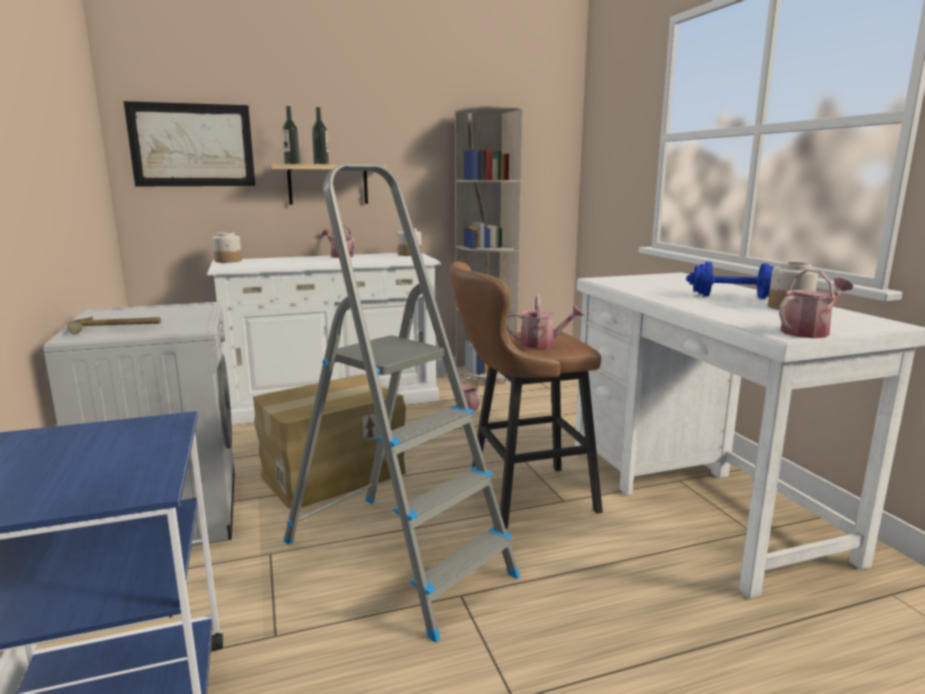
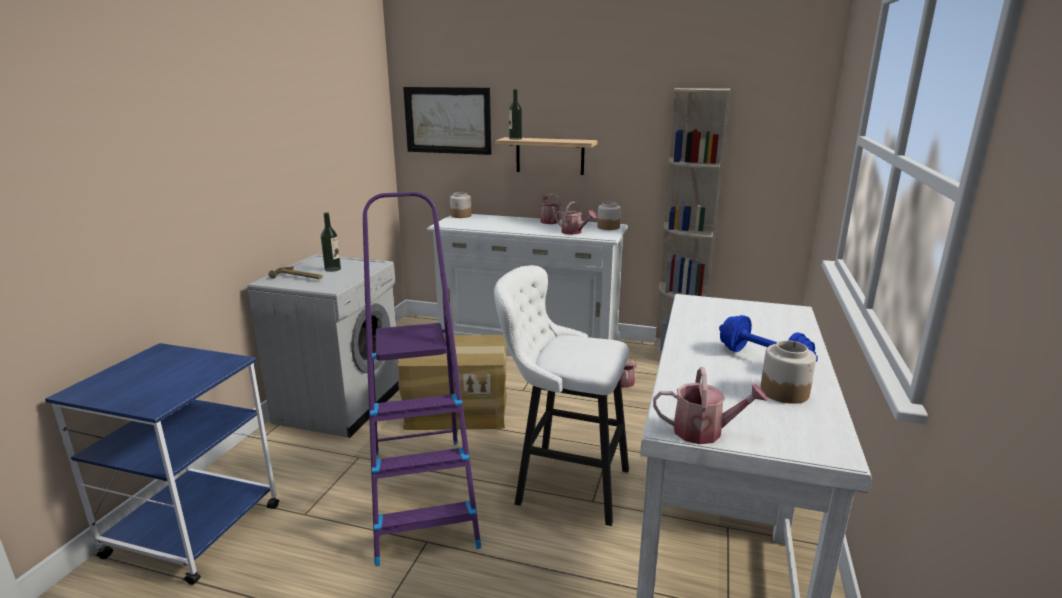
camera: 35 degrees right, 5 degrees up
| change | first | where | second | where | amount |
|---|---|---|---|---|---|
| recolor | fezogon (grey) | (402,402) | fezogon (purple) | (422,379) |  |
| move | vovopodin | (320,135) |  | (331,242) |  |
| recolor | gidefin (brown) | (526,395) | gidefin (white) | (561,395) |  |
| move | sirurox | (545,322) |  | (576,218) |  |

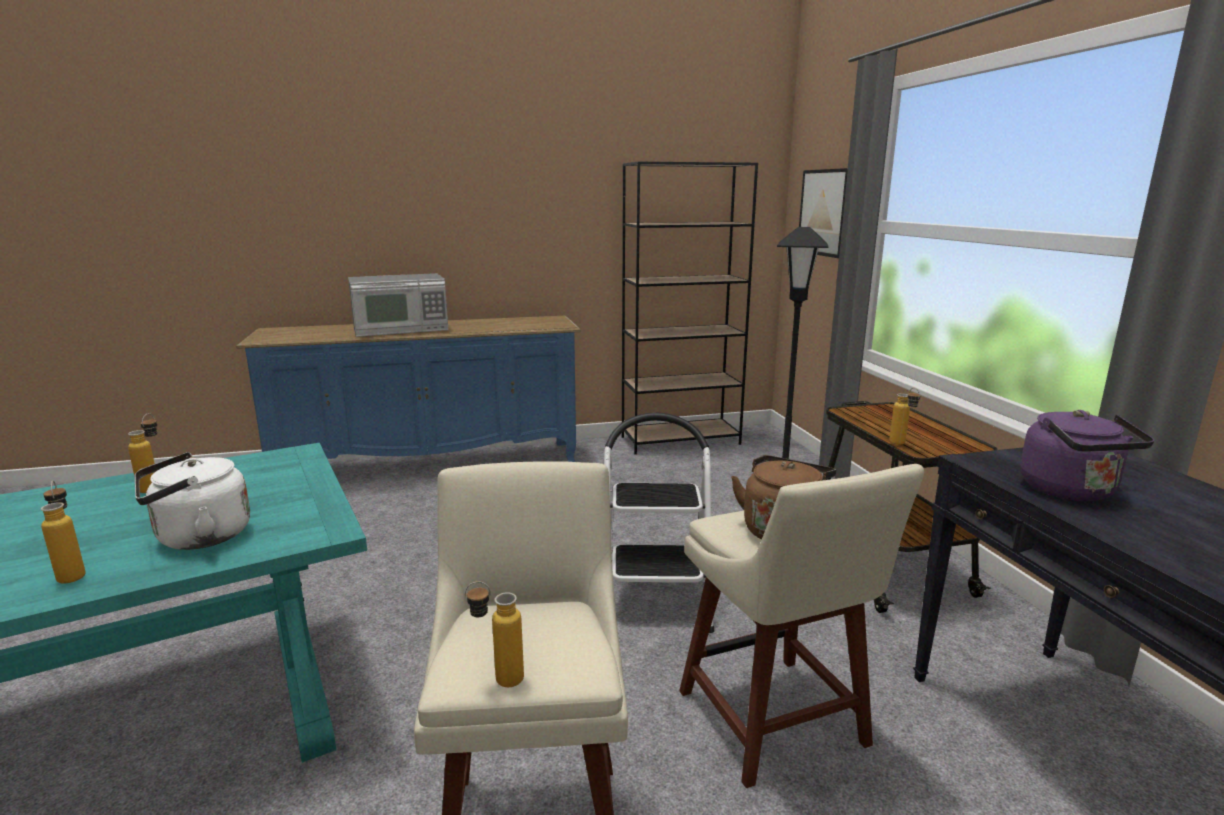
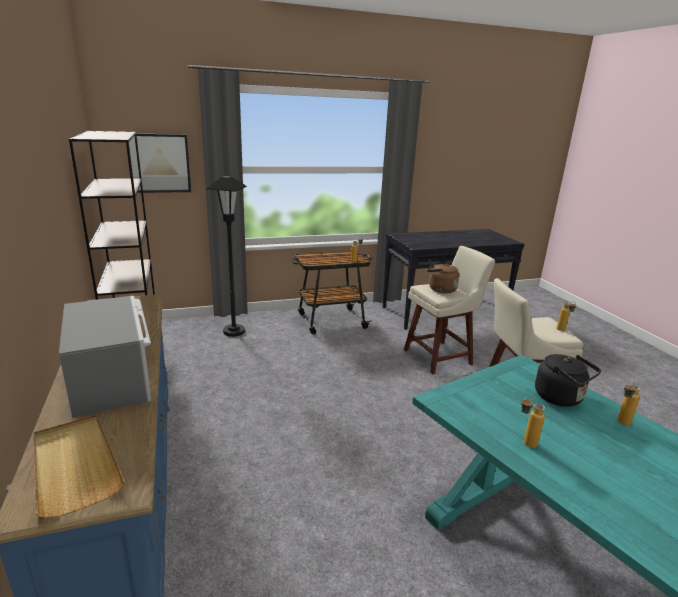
camera: 95 degrees left, 5 degrees up
| change | first | where | second | where | amount |
|---|---|---|---|---|---|
| recolor | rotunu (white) | (192,501) | rotunu (black) | (568,380) |  |
| delete | fezogon | (659,522) |  |  |  |
| delete | rotunu (purple) | (1087,455) |  |  |  |
| insert |  |  | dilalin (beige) | (79,466) |  |

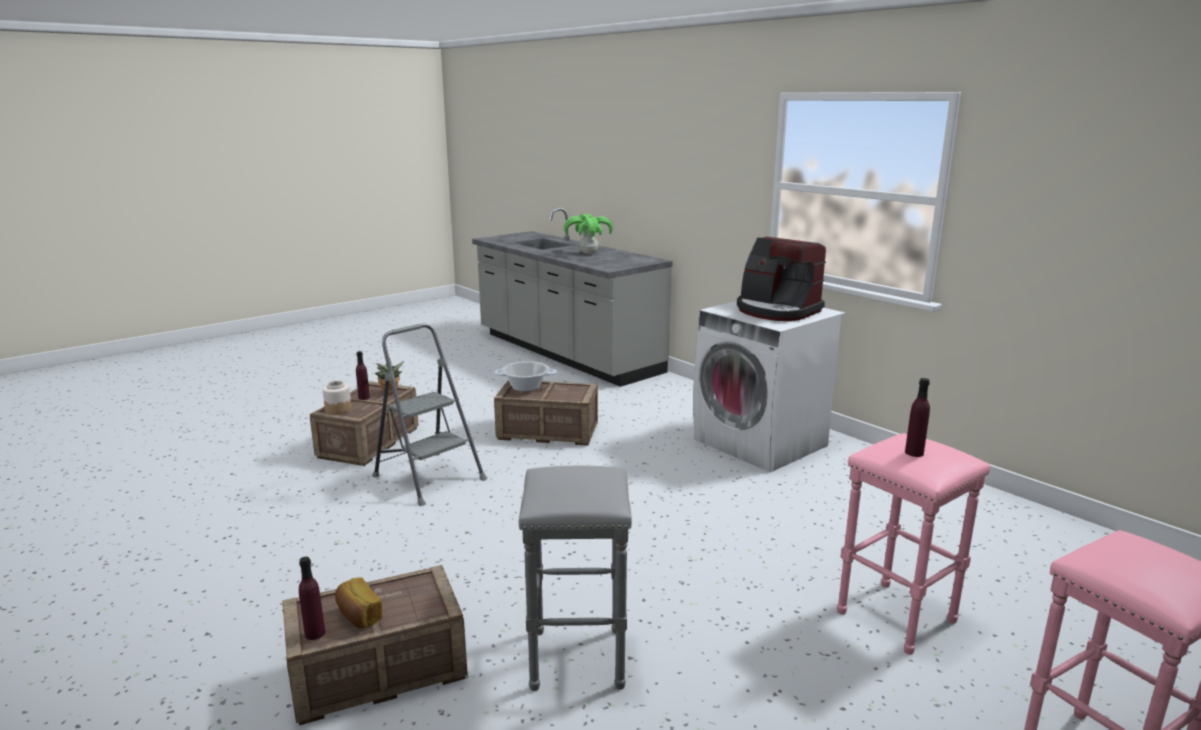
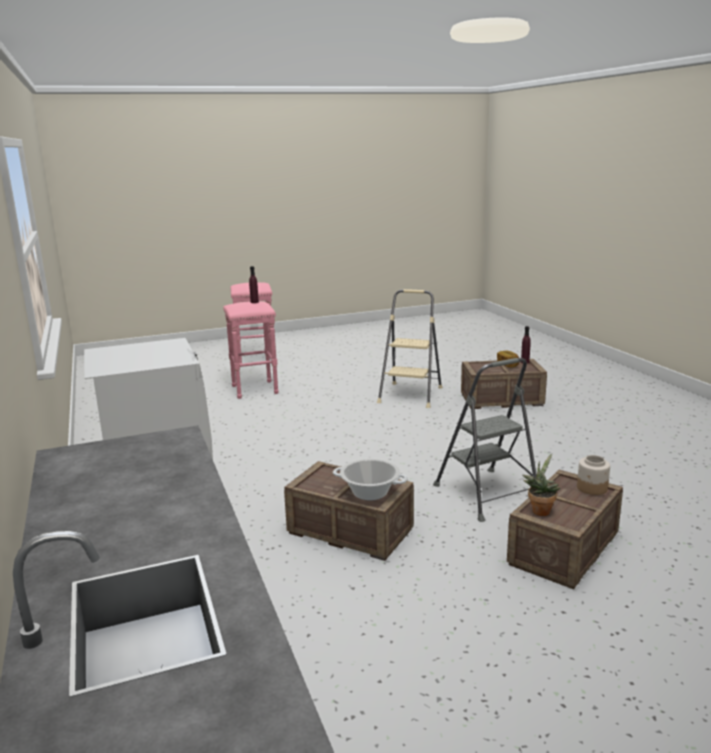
camera: 160 degrees left, 0 degrees up
| change | first | where | second | where | amount |
|---|---|---|---|---|---|
| delete | vovopodin (purple) | (363,375) |  |  |  |
| replace | gidefin (grey) | (575,578) | fezogon (beige) | (410,348) |  |
| delete | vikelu | (588,234) |  |  |  |
| delete | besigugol | (781,279) |  |  |  |

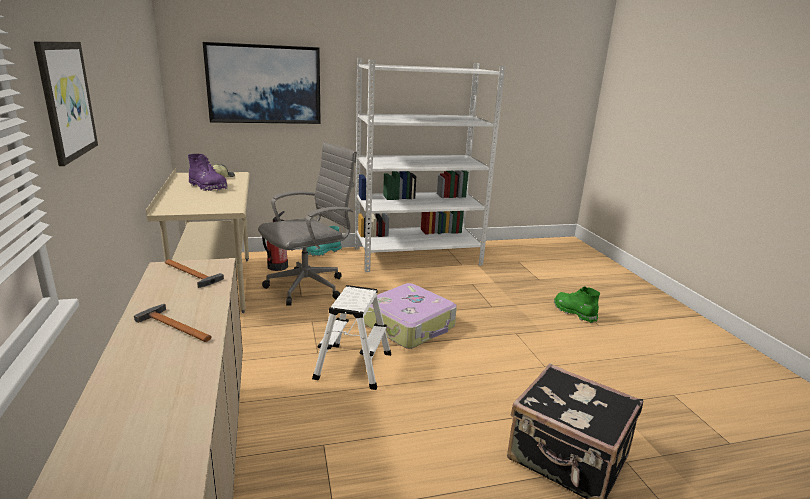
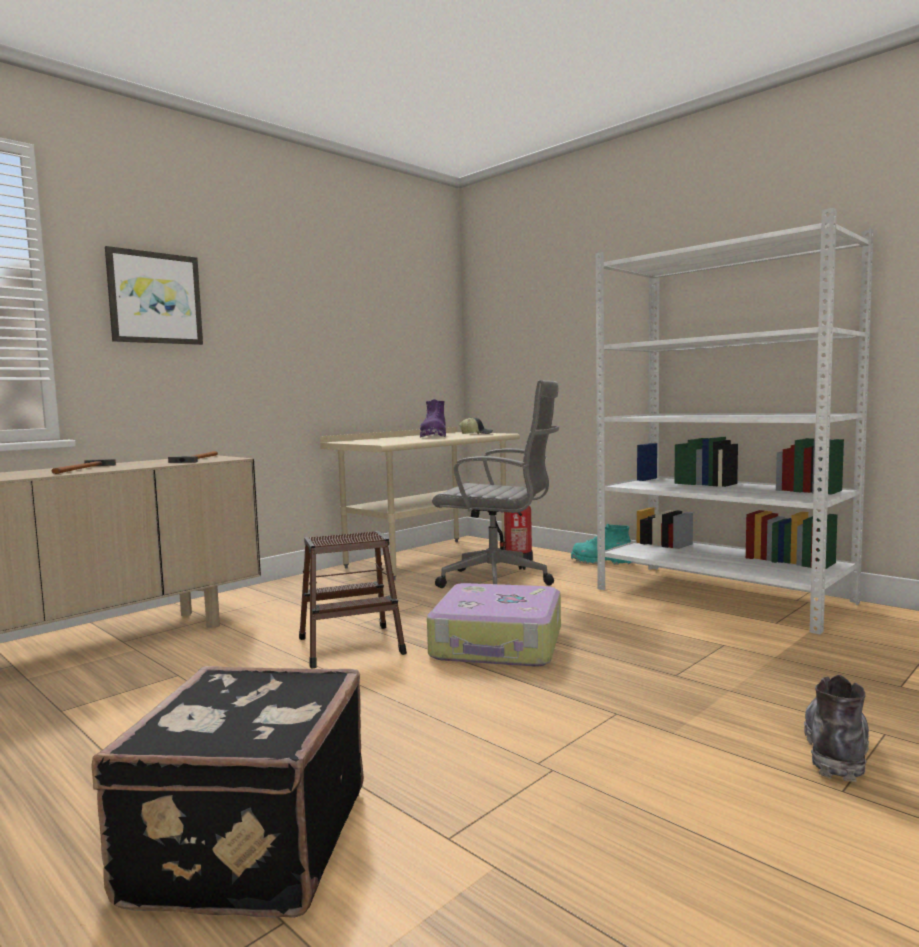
camera: 60 degrees right, 15 degrees down
| change | first | where | second | where | amount |
|---|---|---|---|---|---|
| delete | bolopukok | (262,83) |  |  |  |
| recolor | fezogon (white) | (351,337) | fezogon (brown) | (353,599) |  |
| recolor | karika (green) | (577,304) | karika (grey) | (836,728) |  |

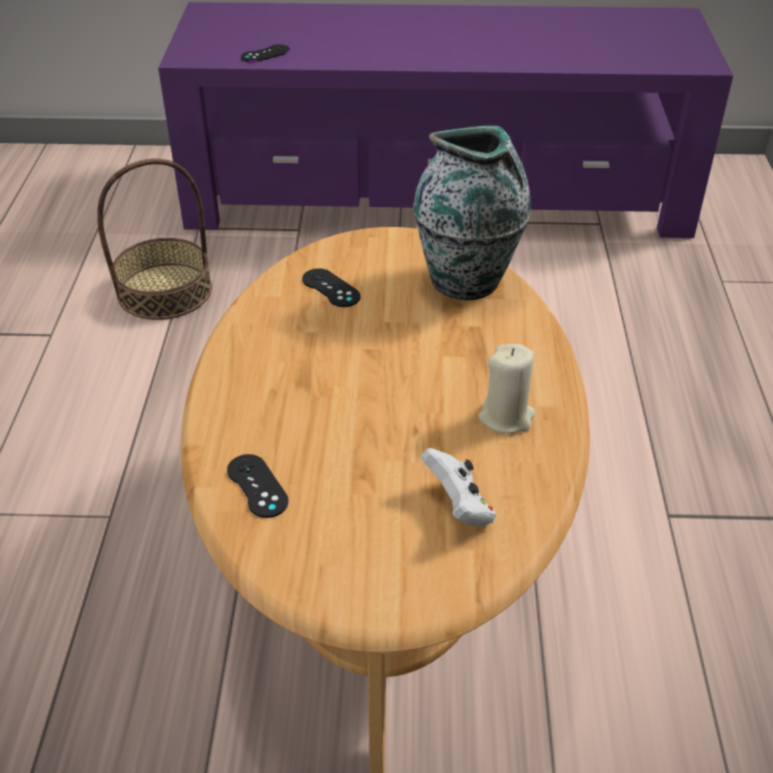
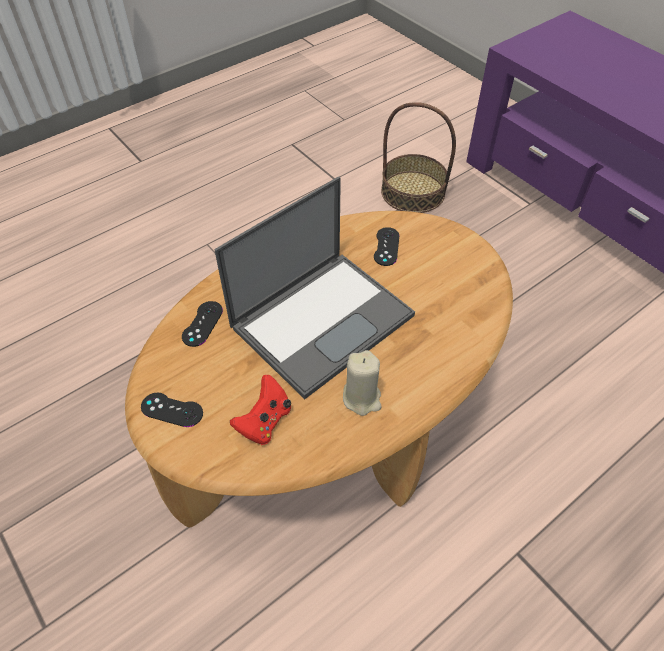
camera: 50 degrees right, 10 degrees up
| change | first | where | second | where | amount |
|---|---|---|---|---|---|
| move | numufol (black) | (265,53) |  | (172,410) |  |
| delete | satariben | (472,212) |  |  |  |
| recolor | numufol (white) | (458,487) | numufol (red) | (260,410) |  |
| insert |  |  | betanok | (314,287) |  |

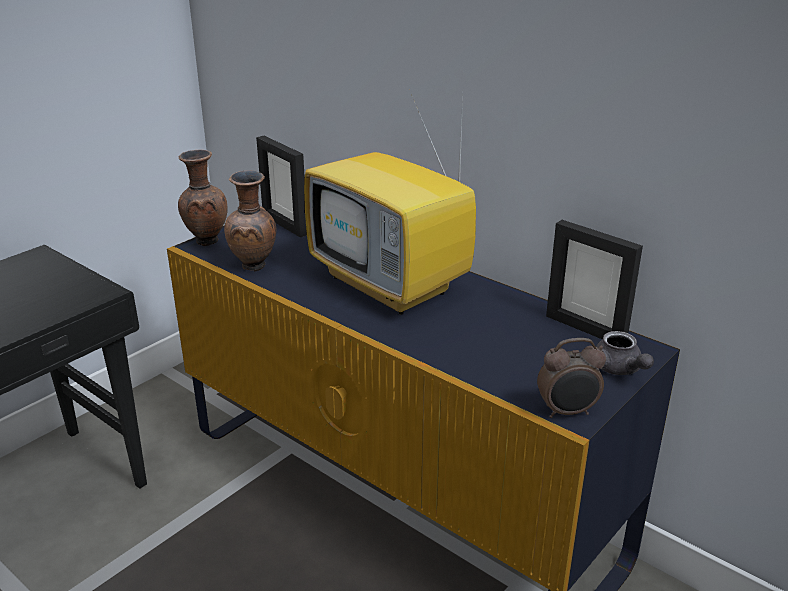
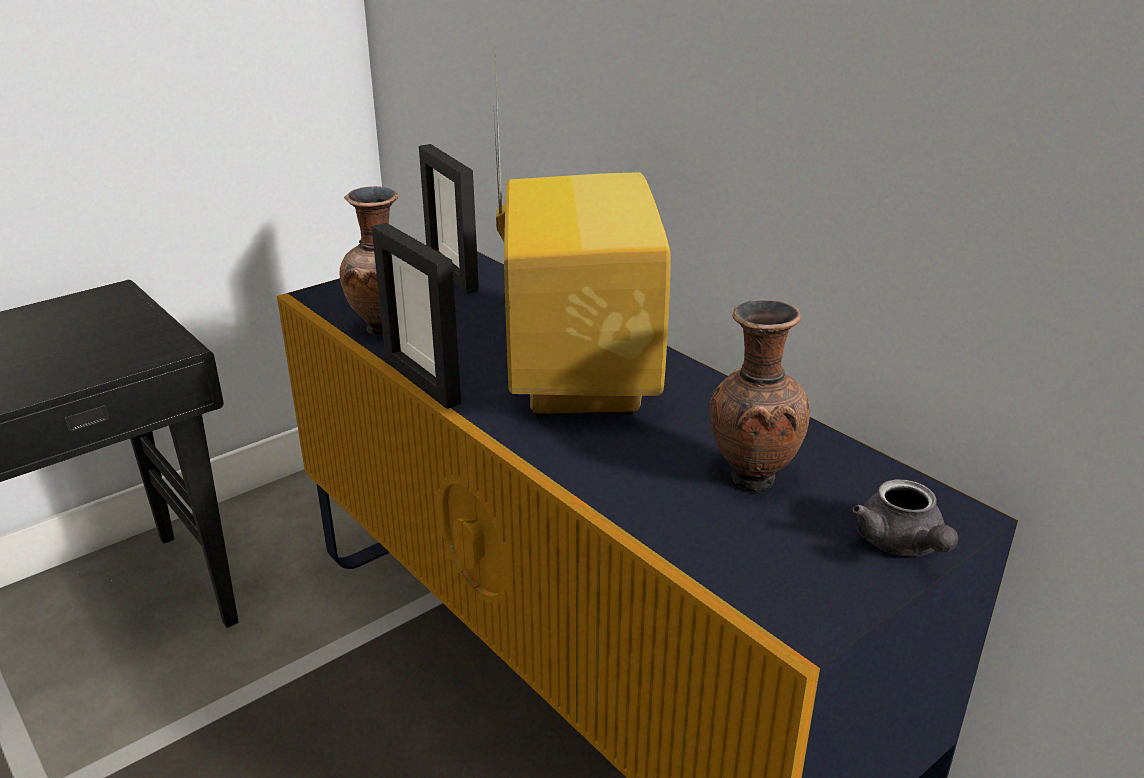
camera: 10 degrees right, 0 degrees up
| change | first | where | second | where | amount |
|---|---|---|---|---|---|
| move | satariben (brown) | (202,198) |  | (759,395) |  |
| rotate | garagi | (390,204) |  | (582,239) | 150 degrees counterclockwise |
| delete | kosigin | (571,378) |  |  |  |
| move | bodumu | (594,279) |  | (416,316) |  |

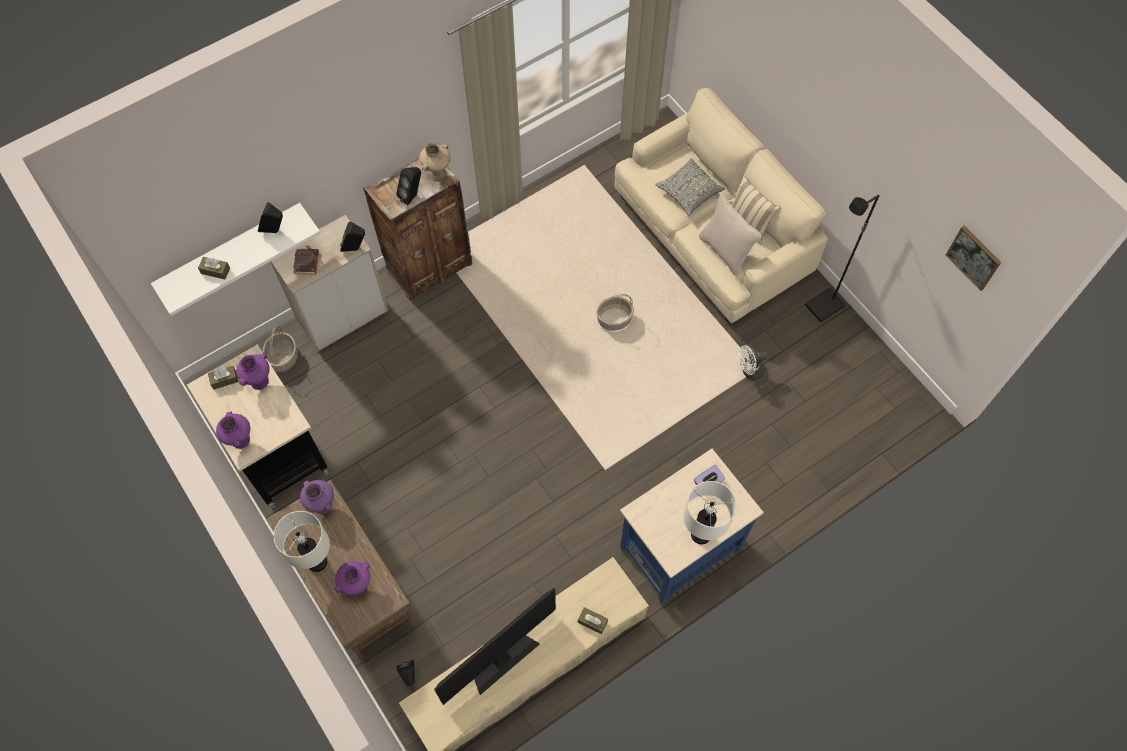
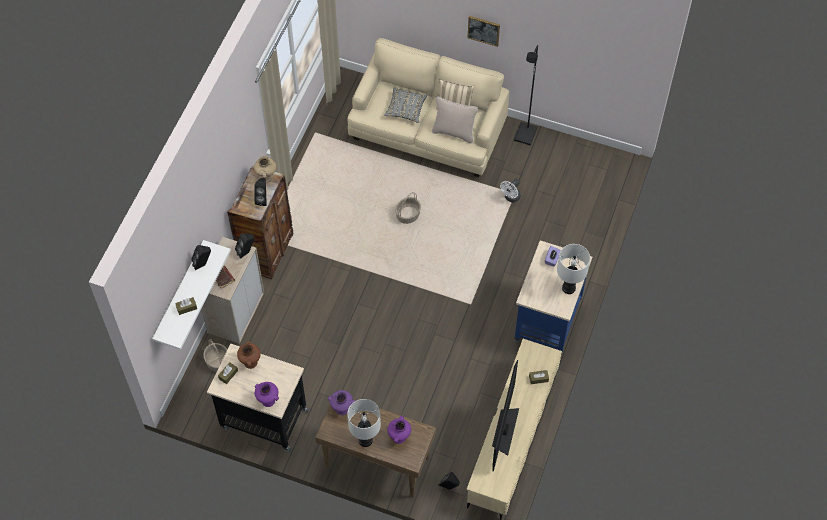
camera: 35 degrees left, 5 degrees down
| change | first | where | second | where | amount |
|---|---|---|---|---|---|
| recolor | satariben (purple) | (253,371) | satariben (brown) | (249,355) |  |
| move | bolopukok | (973,258) |  | (484,31) |  |

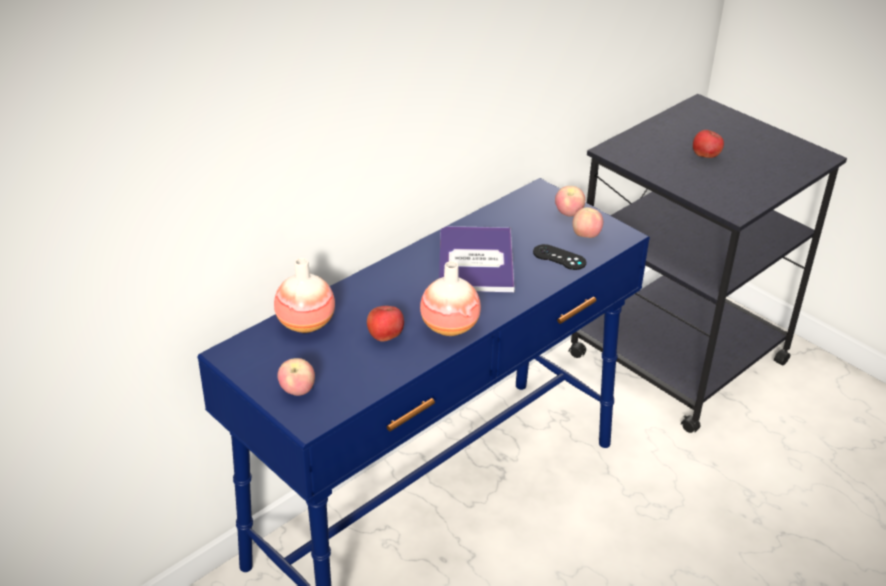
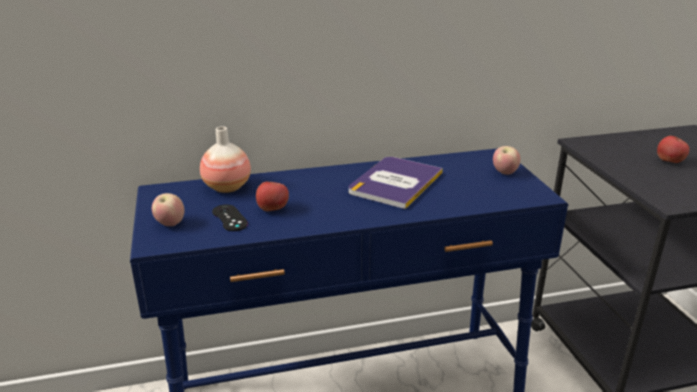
camera: 30 degrees right, 10 degrees down
| change | first | where | second | where | amount |
|---|---|---|---|---|---|
| delete | satariben | (450,298) |  |  |  |
| move | numufol (black) | (559,257) |  | (230,217) |  |
| delete | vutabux | (587,222) |  |  |  |

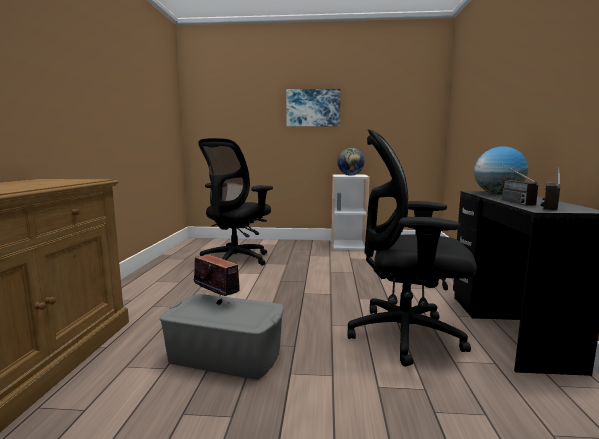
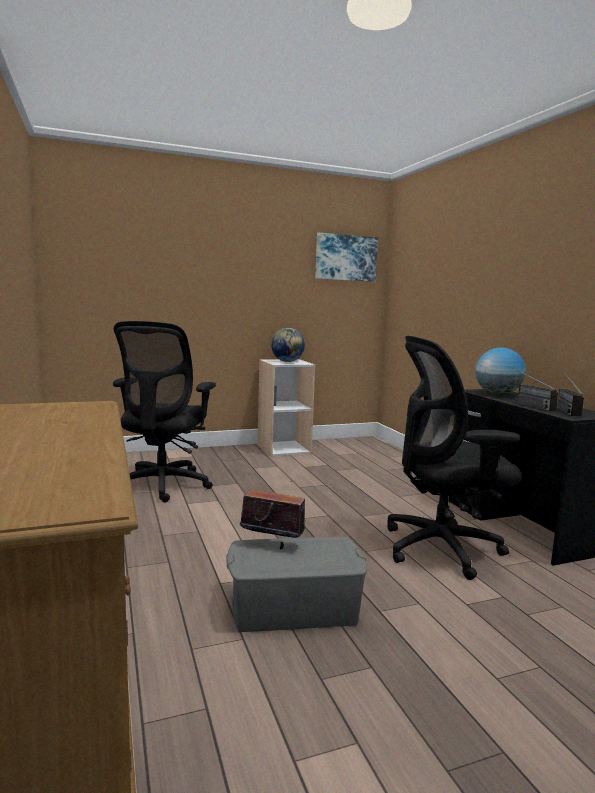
camera: 25 degrees left, 0 degrees up
| change | first | where | second | where | amount |
|---|---|---|---|---|---|
| move | bolopukok | (313,108) |  | (346,257) |  |

